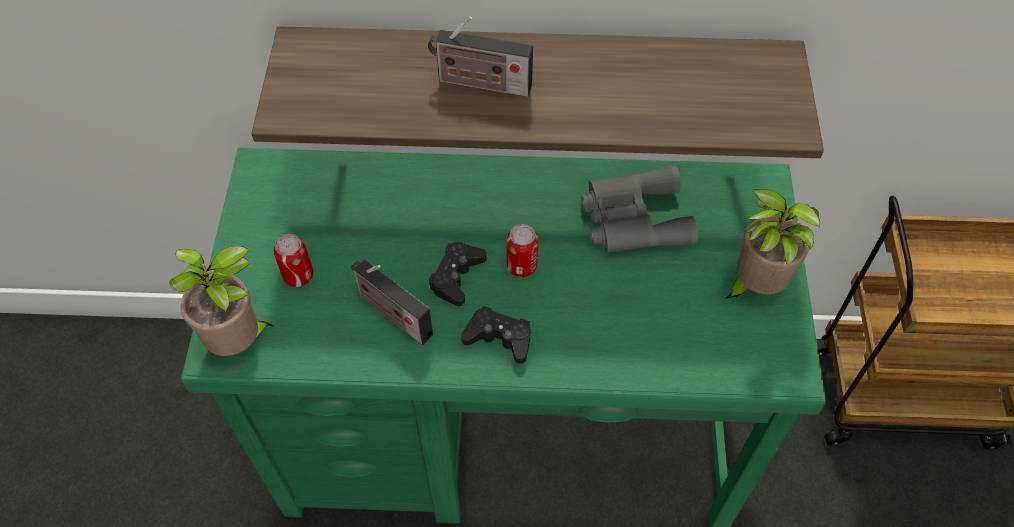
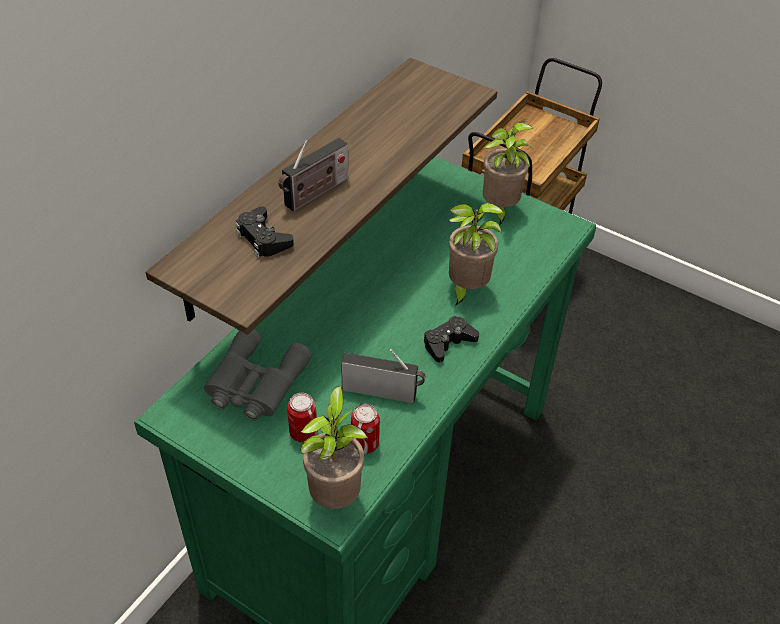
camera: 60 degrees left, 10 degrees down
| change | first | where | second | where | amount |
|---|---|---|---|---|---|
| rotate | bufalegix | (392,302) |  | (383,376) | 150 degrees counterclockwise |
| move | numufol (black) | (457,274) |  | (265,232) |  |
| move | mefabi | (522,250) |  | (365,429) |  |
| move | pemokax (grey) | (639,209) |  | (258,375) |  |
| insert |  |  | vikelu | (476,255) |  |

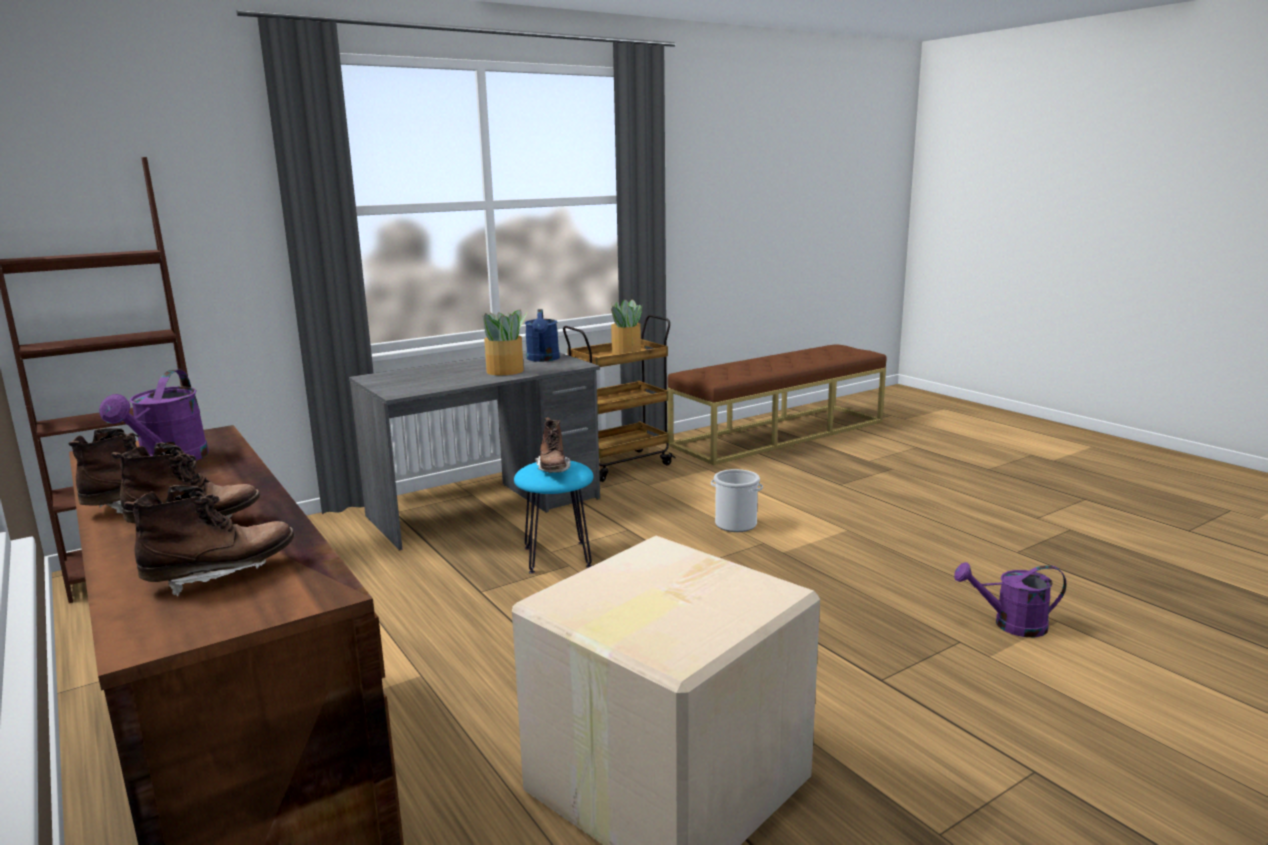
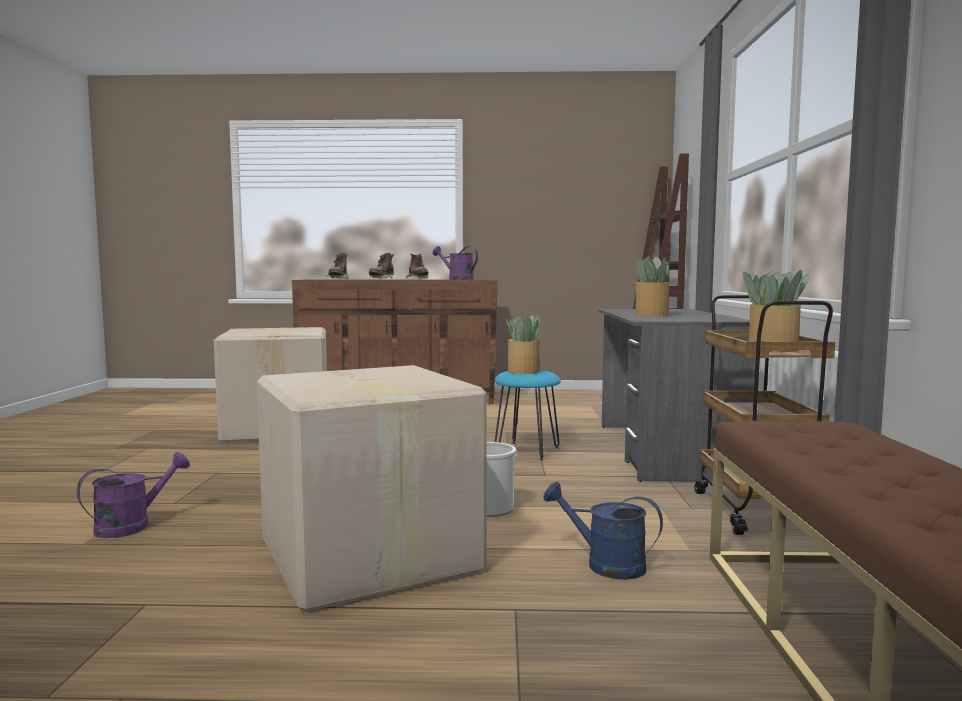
camera: 125 degrees right, 10 degrees down
| change | first | where | second | where | amount |
|---|---|---|---|---|---|
| move | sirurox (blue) | (542,335) |  | (603,531) |  |
| replace | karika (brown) | (552,445) | vikelu | (523,344) |  |
| insert |  |  | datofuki | (372,488) |  |

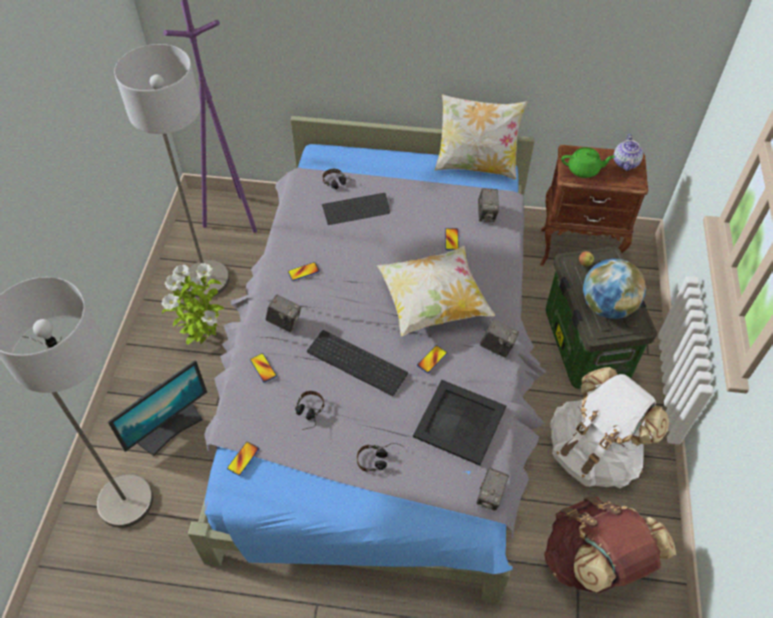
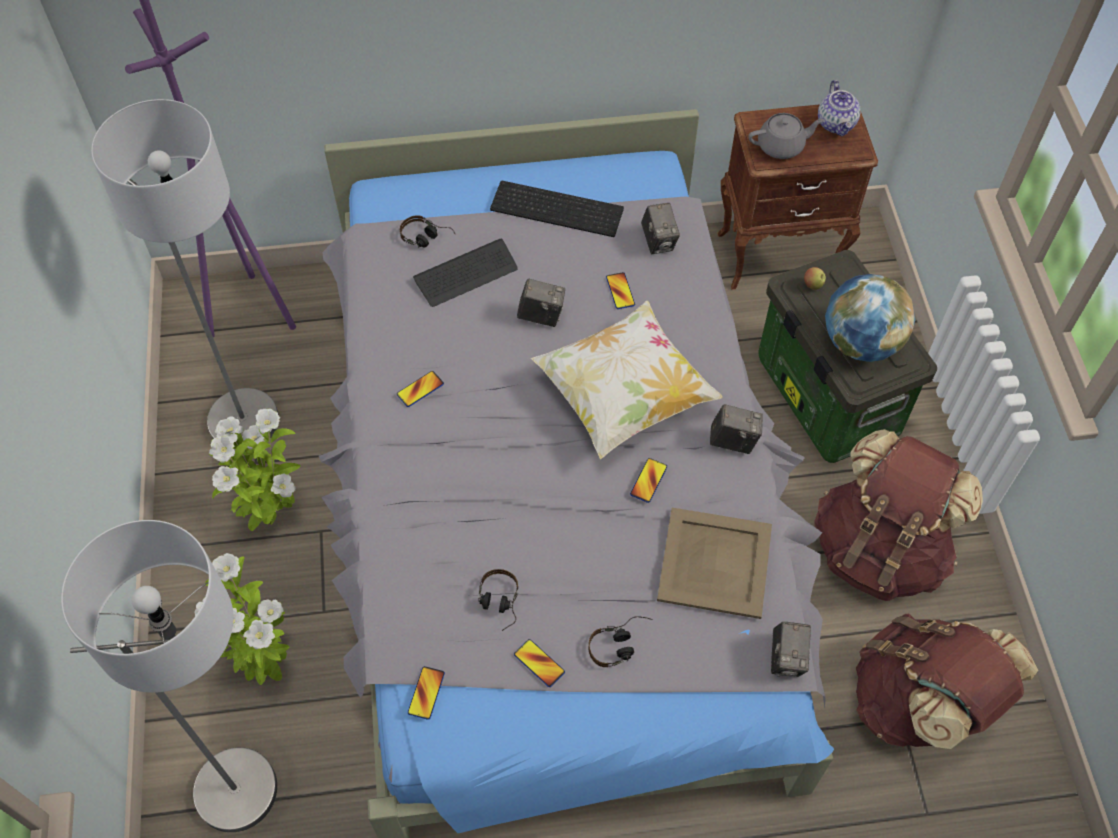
camera: 15 degrees left, 5 degrees up
| change | first | where | second | where | amount |
|---|---|---|---|---|---|
| replace | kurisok | (157,408) | vikelu | (242,619) |  |
| move | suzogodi | (263,368) |  | (539,663) |  |
| move | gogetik | (283,313) |  | (541,303) |  |
| move | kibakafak | (357,363) |  | (557,209) |  |
| recolor | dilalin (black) | (459,423) | dilalin (beige) | (714,563) |  |
| delete | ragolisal | (481,137) |  |  |  |
| recolor | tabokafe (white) | (609,427) | tabokafe (brown) | (898,515) |  |
| recolor | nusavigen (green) | (589,162) | nusavigen (grey) | (786,136) |  |

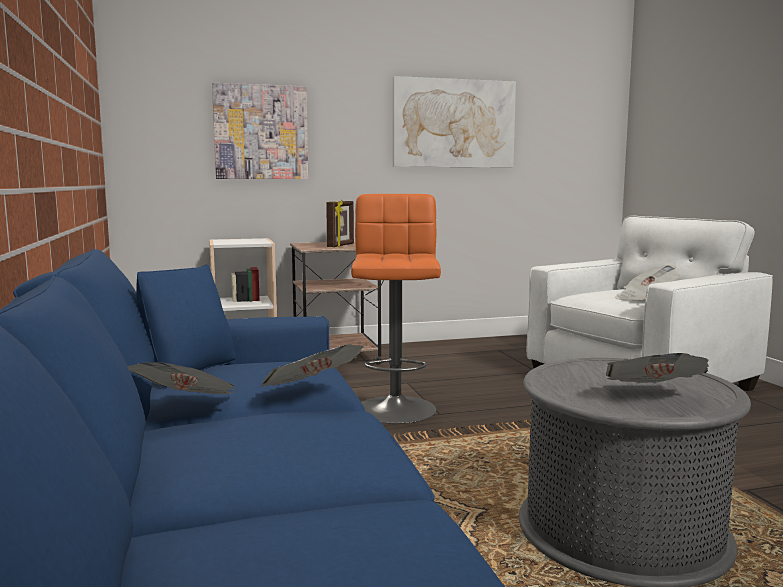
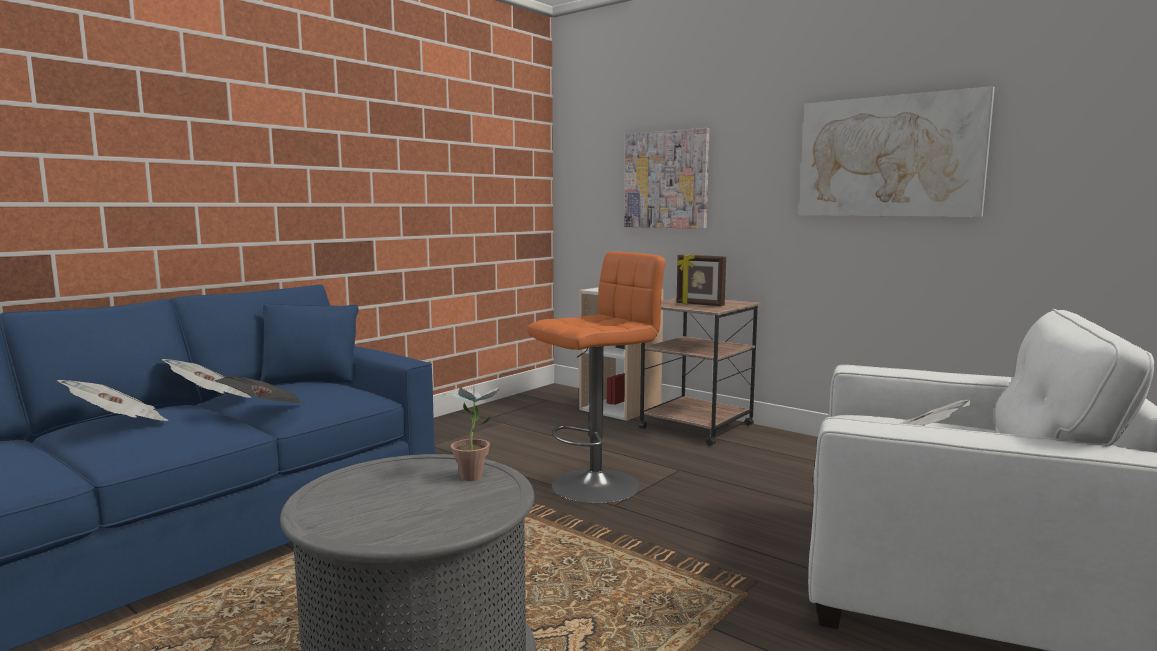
camera: 55 degrees right, 0 degrees up
| change | first | where | second | where | amount |
|---|---|---|---|---|---|
| rotate | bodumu | (340,223) |  | (701,280) | 45 degrees clockwise |
| move | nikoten | (657,368) |  | (113,400) |  |
| insert |  |  | vikelu | (472,430) |  |

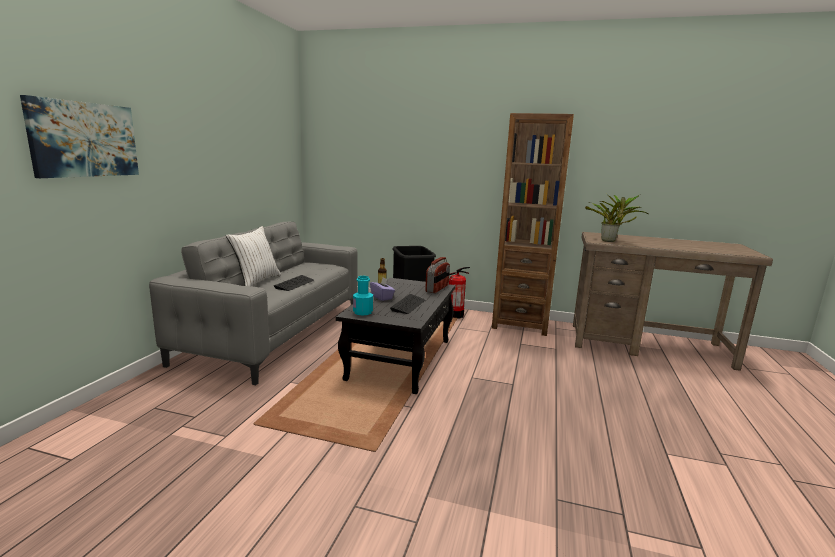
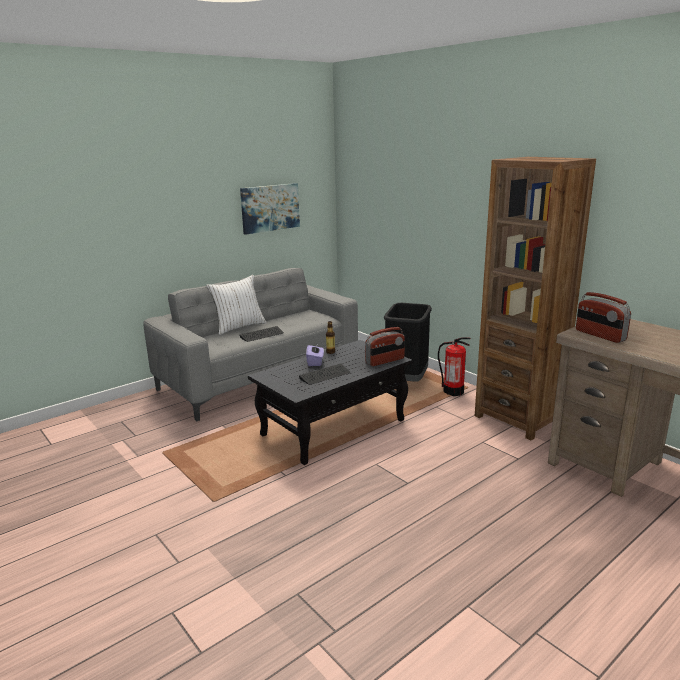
camera: 35 degrees right, 5 degrees up
| change | first | where | second | where | amount |
|---|---|---|---|---|---|
| move | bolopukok | (79,136) |  | (270,209) |  |
| delete | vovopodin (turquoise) | (363,296) |  |  |  |
| replace | vikelu | (617,218) | bufalegix | (603,317) |  |

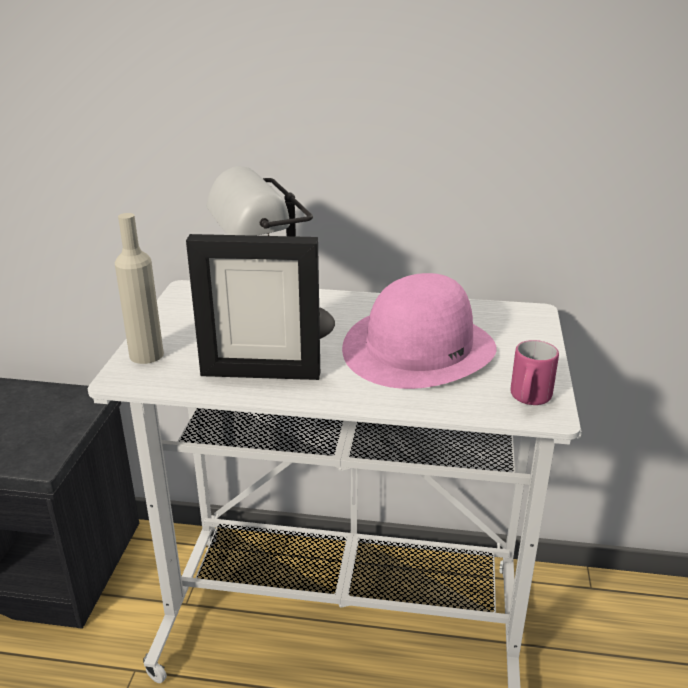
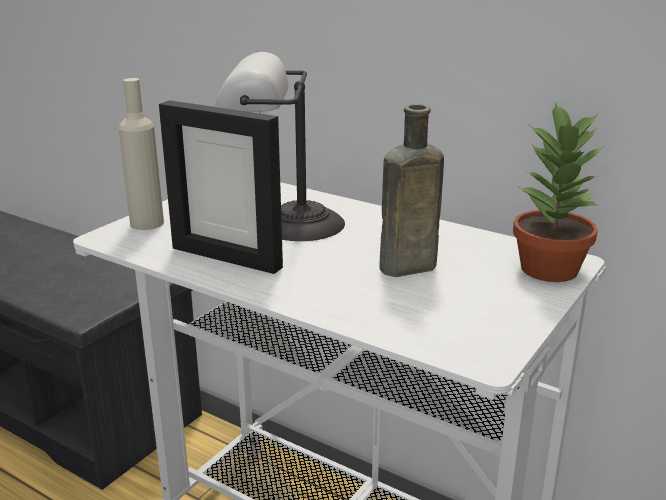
camera: 25 degrees right, 5 degrees down
| change | first | where | second | where | amount |
|---|---|---|---|---|---|
| replace | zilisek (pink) | (419,331) | vovopodin (brown) | (412,190) |  |
| delete | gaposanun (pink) | (534,372) |  |  |  |
| insert |  |  | vikelu | (558,192) |  |

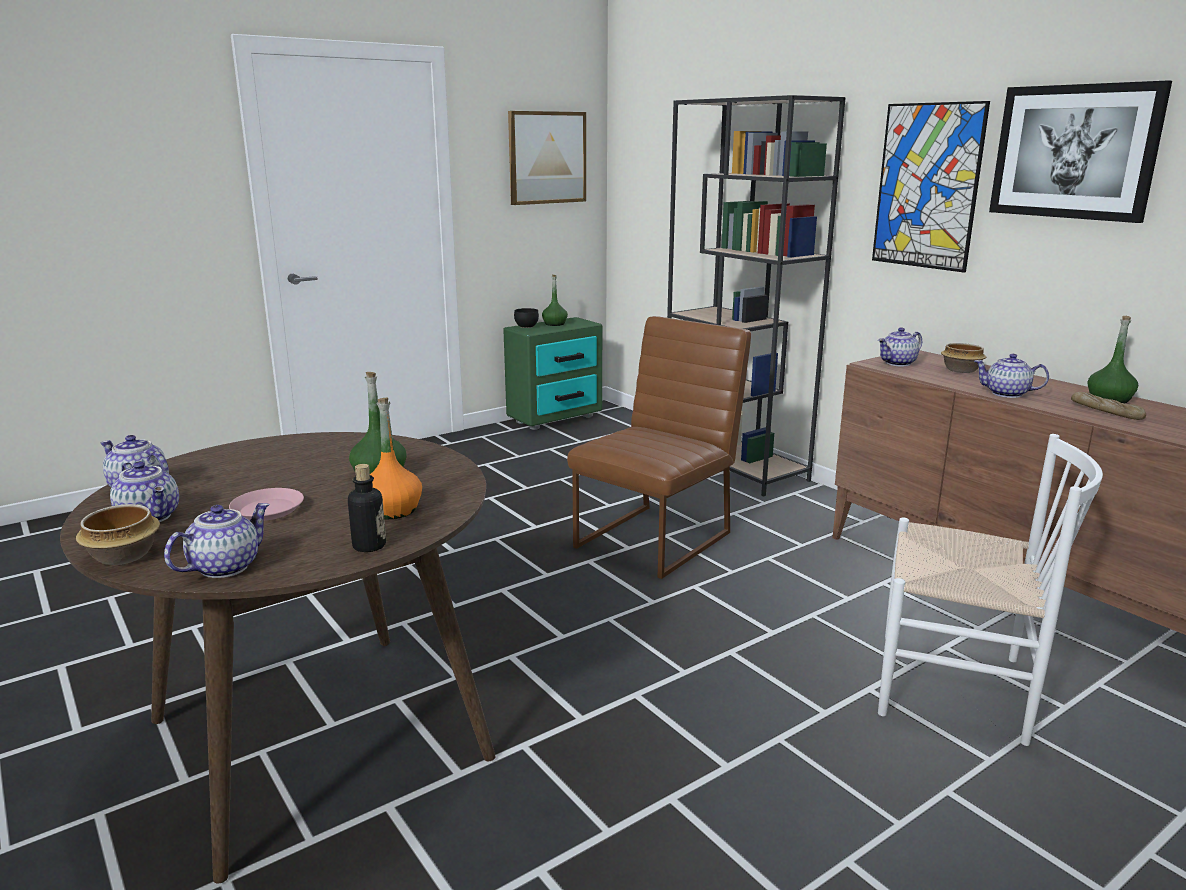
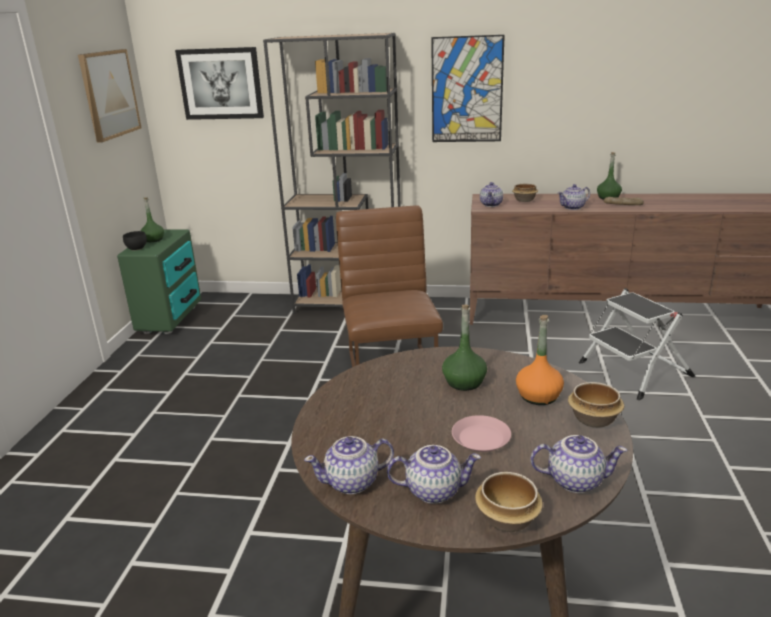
camera: 45 degrees left, 5 degrees up
| change | first | where | second | where | amount |
|---|---|---|---|---|---|
| rotate | nusavigen | (217,540) |  | (579,464) | 105 degrees clockwise |
| replace | vovopodin | (367,508) | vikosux | (596,405) |  |
| replace | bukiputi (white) | (990,590) | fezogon | (637,344) |  |
| move | bolopukok | (1080,151) |  | (219,83) |  |

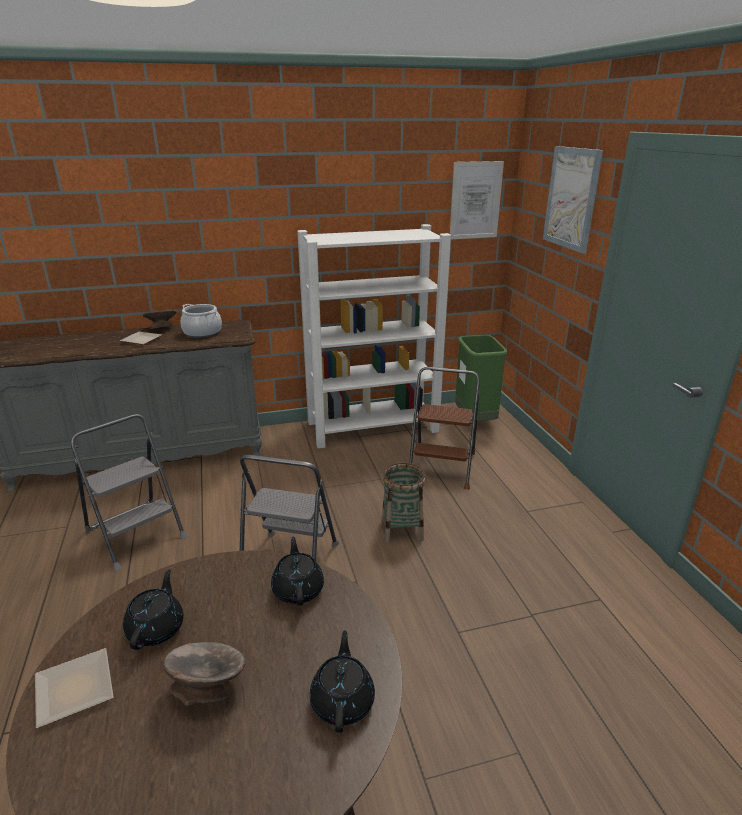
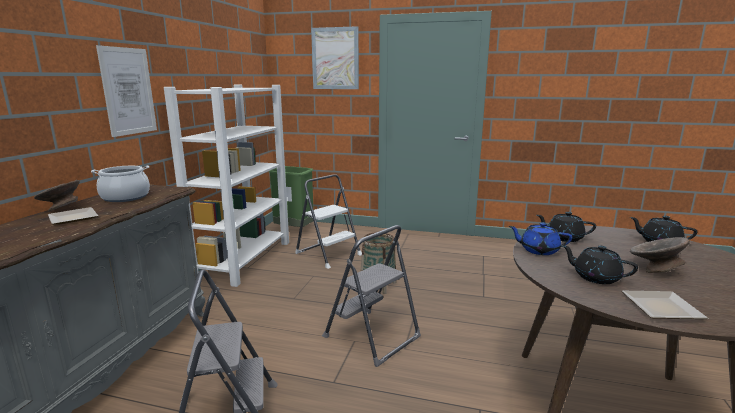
camera: 60 degrees left, 10 degrees down
| change | first | where | second | where | amount |
|---|---|---|---|---|---|
| recolor | fezogon (brown) | (444,428) | fezogon (white) | (328,221) |  |
| move | bolopukok | (477,200) |  | (126,91) |  |
| insert |  |  | nusavigen (blue) | (540,238) |  |

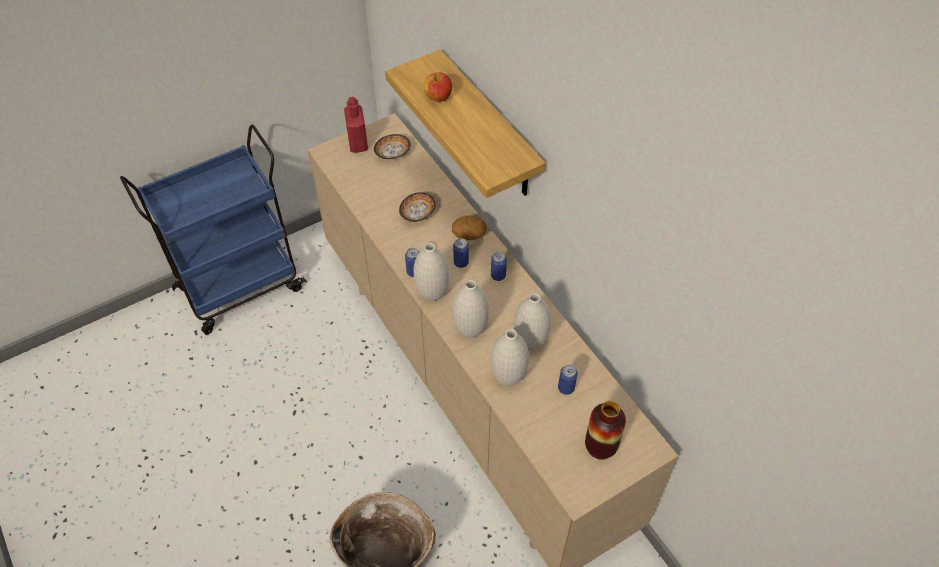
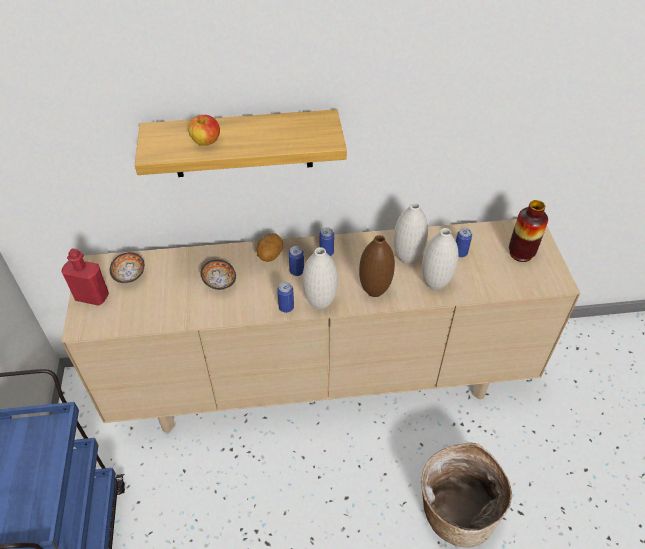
camera: 65 degrees left, 5 degrees down
| change | first | where | second | where | amount |
|---|---|---|---|---|---|
| recolor | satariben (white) | (470,309) | satariben (brown) | (377,266) |  |

